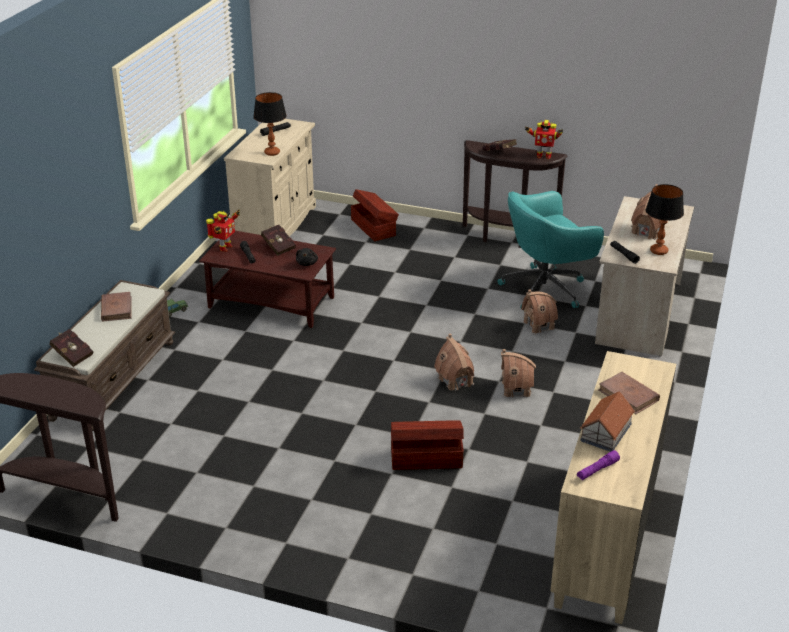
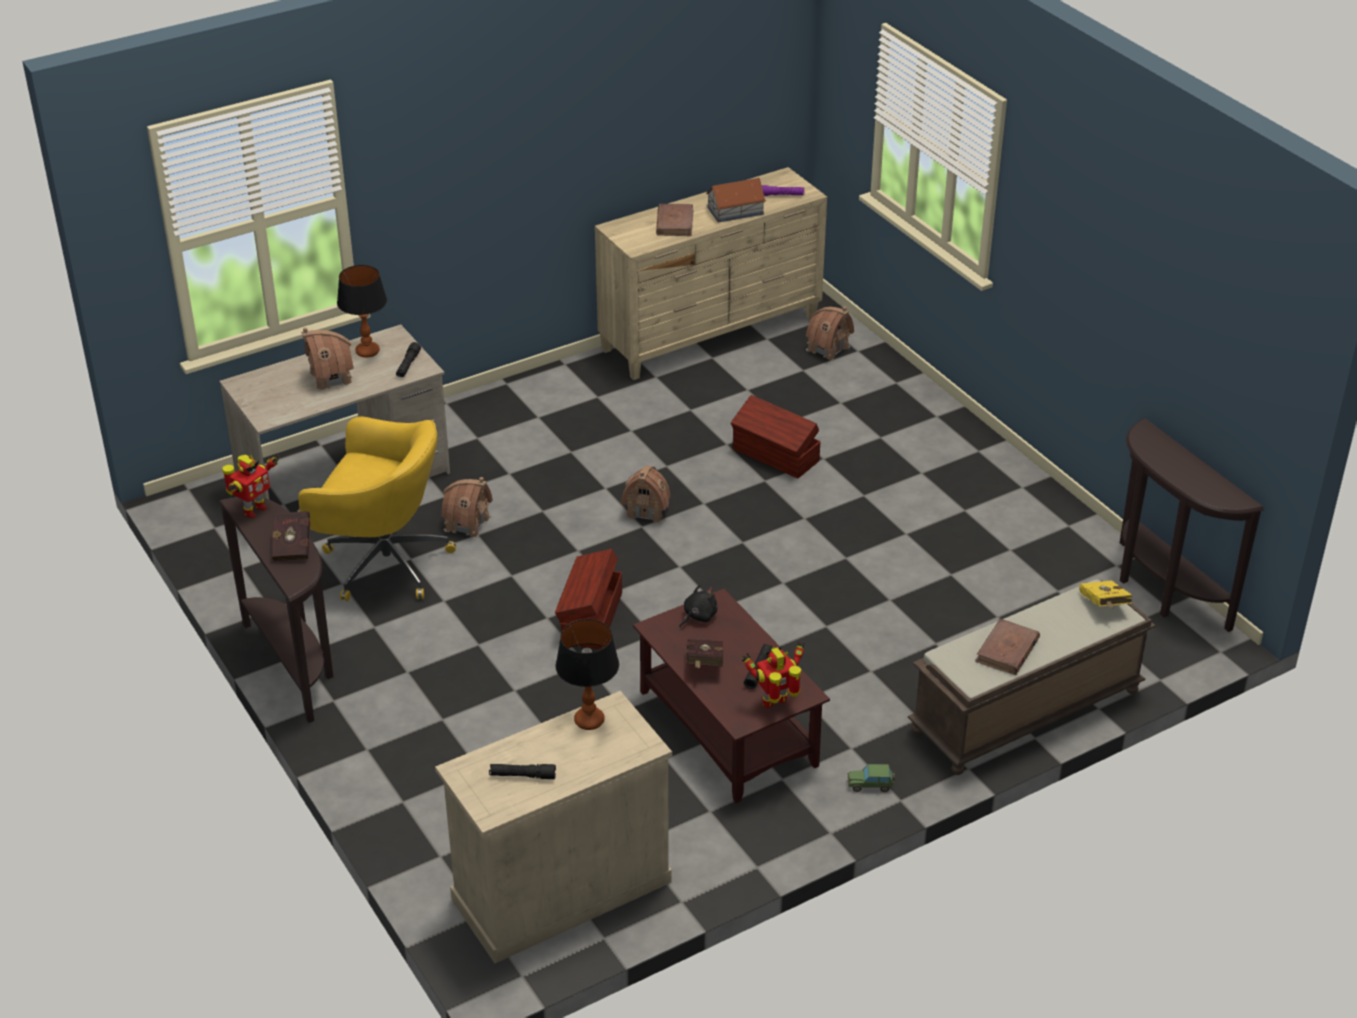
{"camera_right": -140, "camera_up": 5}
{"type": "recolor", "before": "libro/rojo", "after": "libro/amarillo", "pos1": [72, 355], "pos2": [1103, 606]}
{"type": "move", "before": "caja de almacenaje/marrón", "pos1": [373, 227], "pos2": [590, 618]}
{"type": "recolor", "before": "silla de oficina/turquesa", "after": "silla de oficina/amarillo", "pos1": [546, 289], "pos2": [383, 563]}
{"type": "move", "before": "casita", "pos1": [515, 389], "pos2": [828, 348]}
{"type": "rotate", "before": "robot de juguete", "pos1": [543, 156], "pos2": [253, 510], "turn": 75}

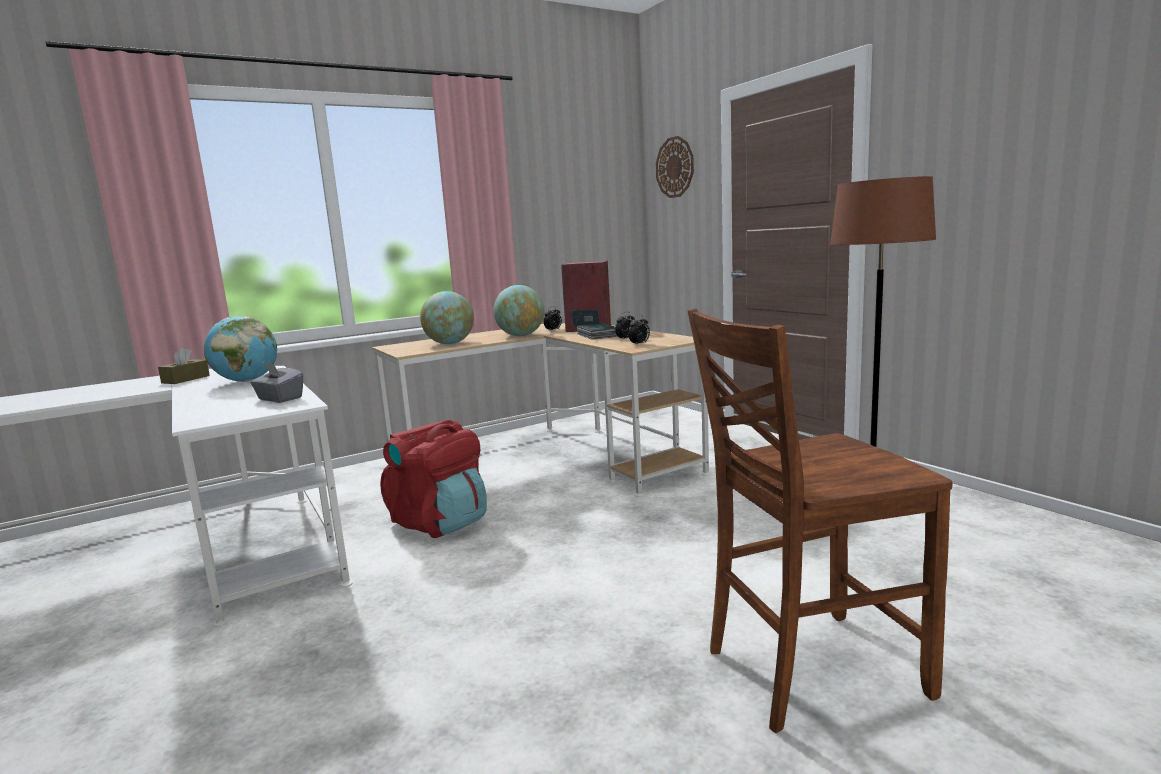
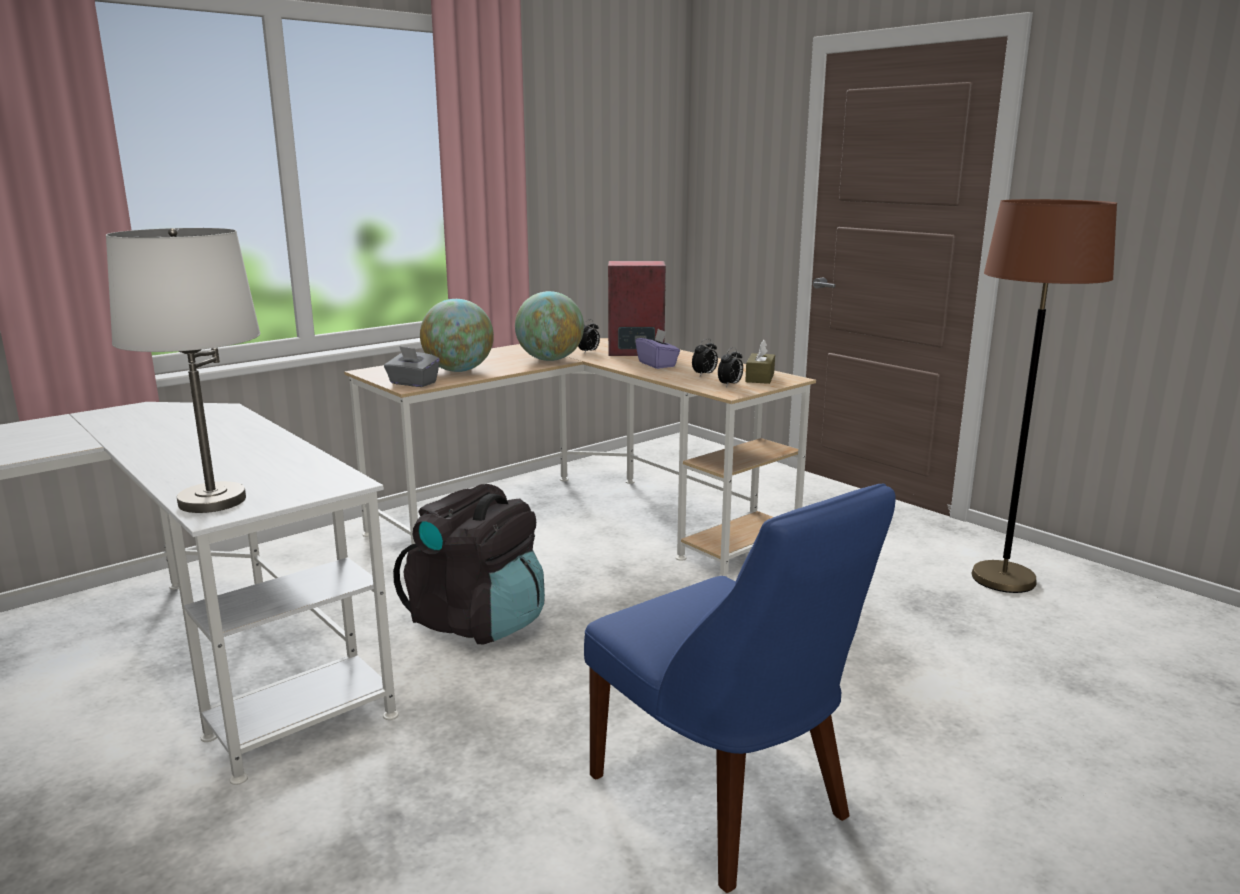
{"camera_right": -10, "camera_up": 5}
{"type": "move", "before": "caja de pañuelos/marrón", "pos1": [186, 379], "pos2": [760, 377]}
{"type": "delete", "before": "globo terráqueo", "pos1": [247, 381]}
{"type": "move", "before": "caja de pañuelos/gris", "pos1": [279, 399], "pos2": [413, 383]}
{"type": "recolor", "before": "mochila/rojo", "after": "mochila/negro", "pos1": [440, 522], "pos2": [477, 621]}
{"type": "replace", "before": "libro", "after": "caja de pañuelos/morado", "pos1": [596, 335], "pos2": [657, 364]}
{"type": "delete", "before": "reloj de pared", "pos1": [675, 167]}
{"type": "delete", "before": "silla/marrón", "pos1": [808, 670]}
{"type": "insert", "after": "lámpara de mesa/blanco", "pos2": [213, 501]}
{"type": "insert", "after": "silla/azul", "pos2": [725, 802]}

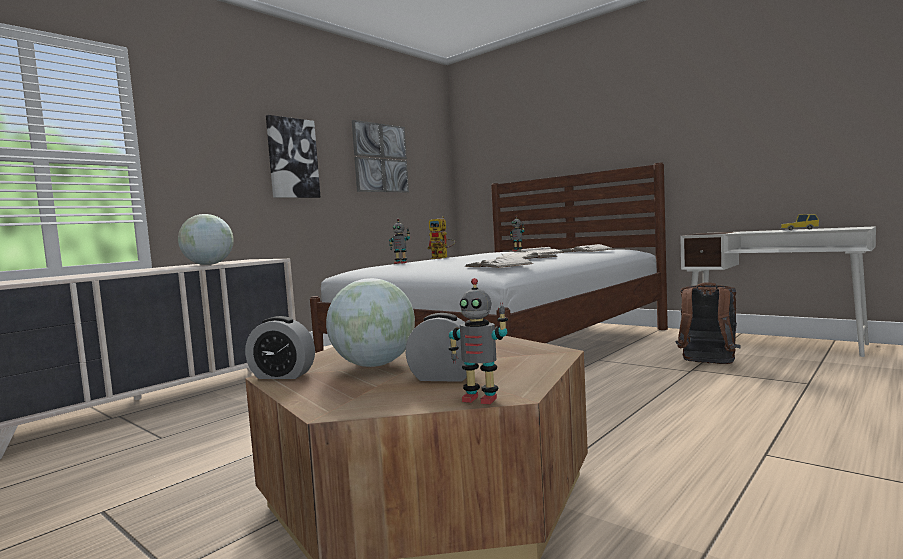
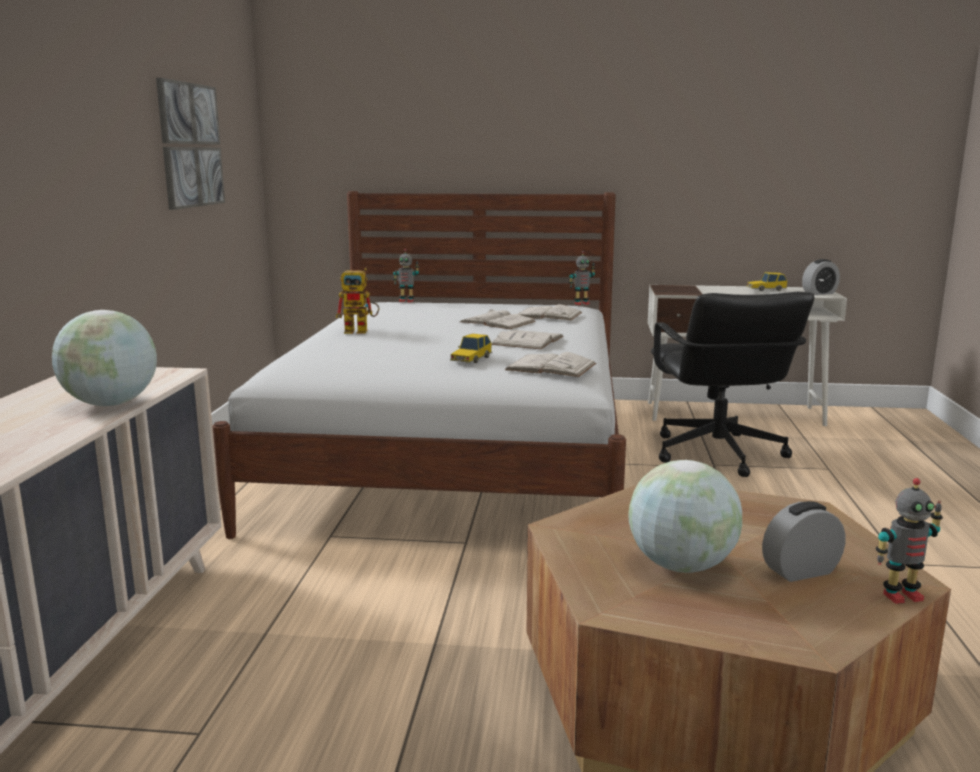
{"camera_right": -35, "camera_up": 10}
{"type": "move", "before": "despertador", "pos1": [282, 375], "pos2": [819, 293]}
{"type": "delete", "before": "cuadro", "pos1": [292, 158]}
{"type": "move", "before": "robot de juguete", "pos1": [400, 263], "pos2": [581, 303]}
{"type": "replace", "before": "mochila/marrón", "after": "silla de oficina/negro", "pos1": [707, 364], "pos2": [717, 454]}
{"type": "insert", "after": "coche de juguete", "pos2": [471, 359]}

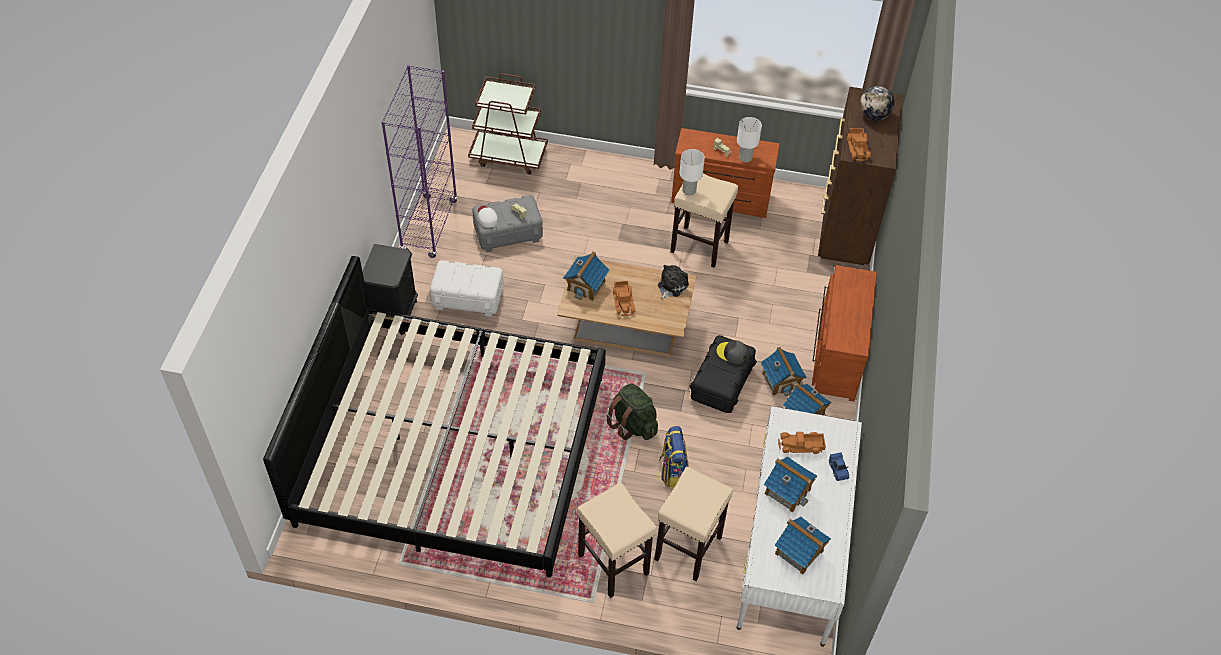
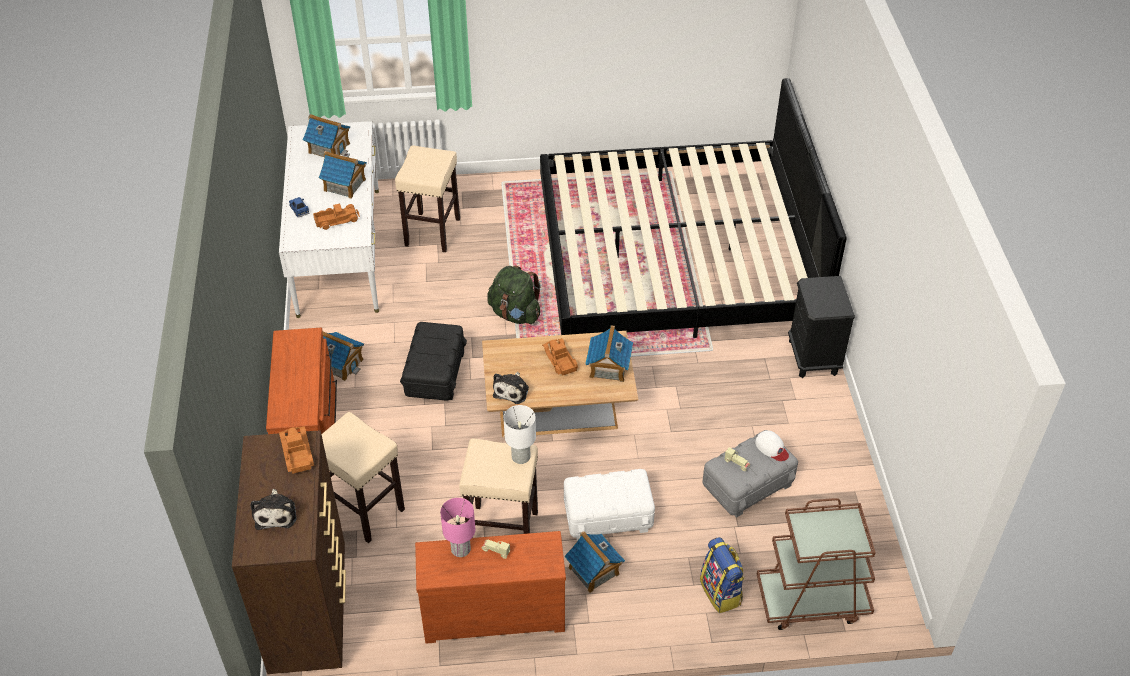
{"camera_right": 165, "camera_up": -5}
{"type": "delete", "before": "estantería/morado", "pos1": [429, 227]}
{"type": "move", "before": "caja de almacenaje/blanco", "pos1": [468, 297], "pos2": [608, 515]}
{"type": "move", "before": "taburete/beis", "pos1": [614, 565], "pos2": [363, 510]}
{"type": "move", "before": "mochila", "pos1": [673, 471], "pos2": [721, 592]}
{"type": "delete", "before": "gorra/gris", "pos1": [731, 353]}
{"type": "recolor", "before": "lámpara de mesa/blanco", "after": "lámpara de mesa/rosa", "pos1": [745, 157], "pos2": [460, 549]}
{"type": "move", "before": "casita", "pos1": [781, 380], "pos2": [594, 571]}
{"type": "replace", "before": "globo terráqueo", "after": "peluche", "pos1": [873, 116], "pos2": [276, 513]}

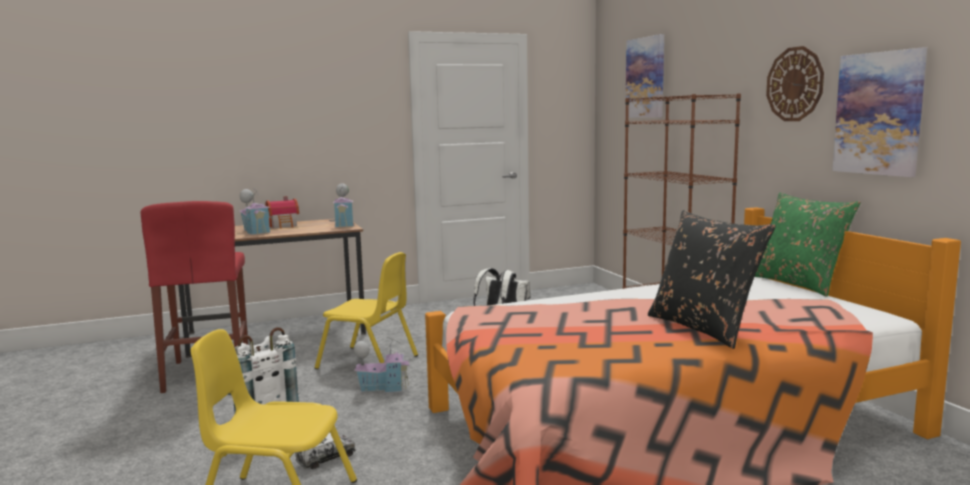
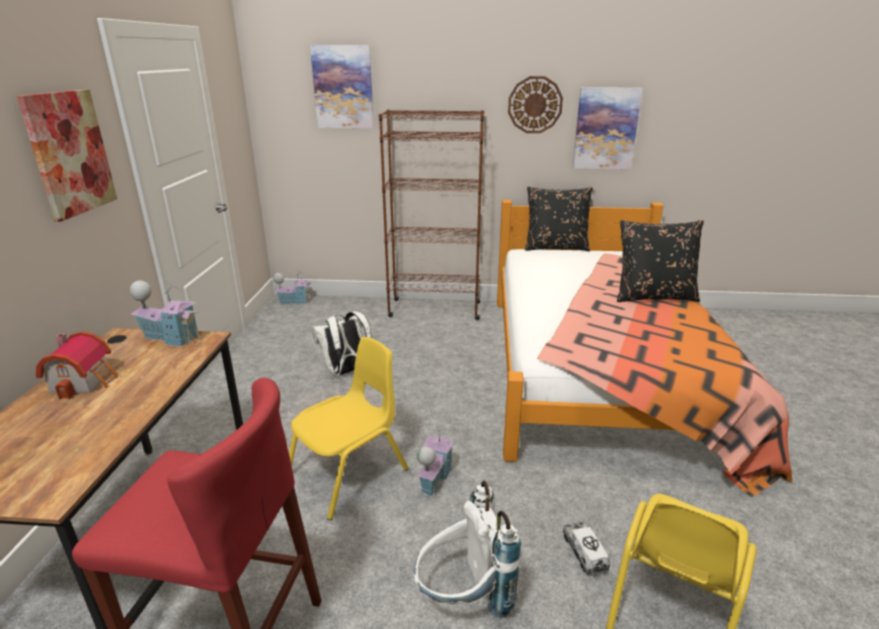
{"camera_right": -65, "camera_up": 15}
{"type": "move", "before": "casita", "pos1": [255, 231], "pos2": [294, 301]}
{"type": "recolor", "before": "cojín/verde", "after": "cojín/negro", "pos1": [799, 284], "pos2": [555, 247]}
{"type": "insert", "after": "cuadro", "pos2": [69, 153]}

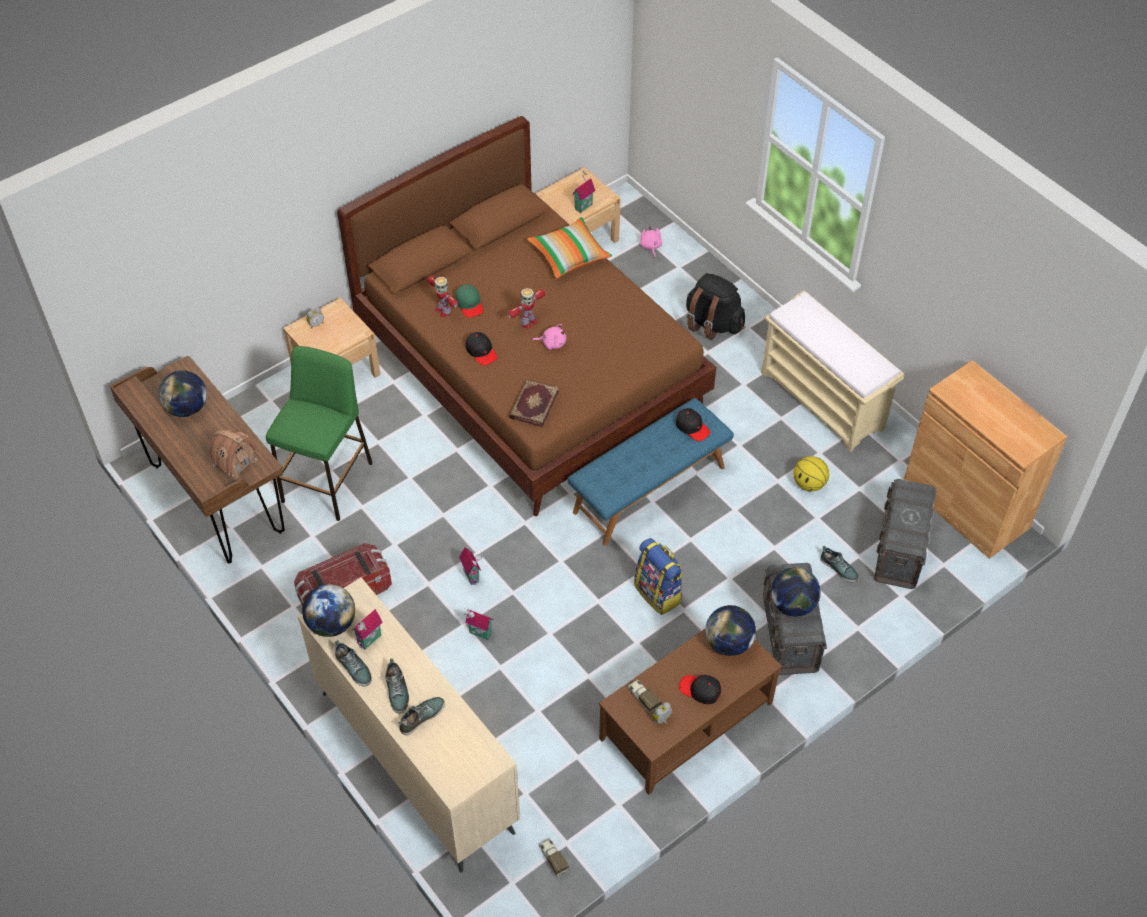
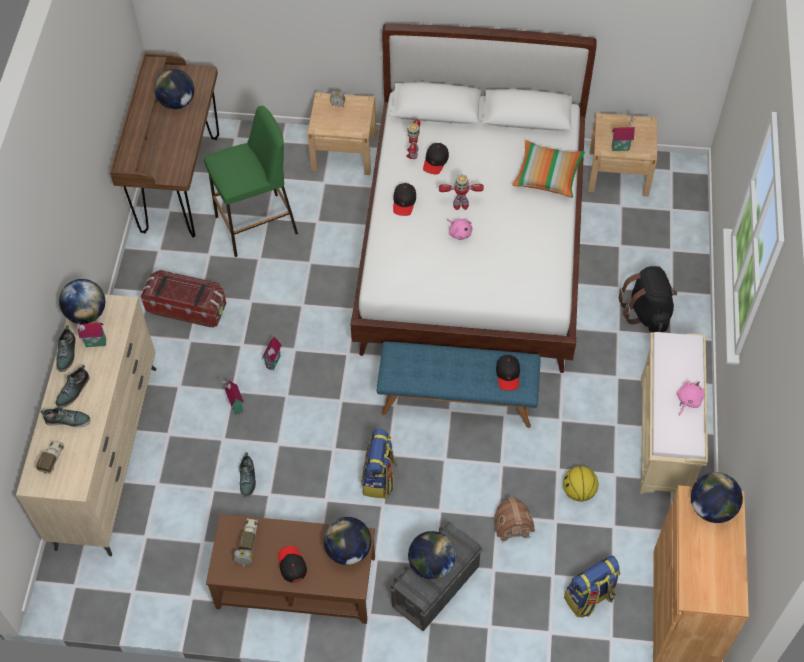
{"camera_right": 45, "camera_up": 5}
{"type": "move", "before": "casita", "pos1": [235, 463], "pos2": [512, 527]}
{"type": "recolor", "before": "cama/marrón", "after": "cama/blanco", "pos1": [531, 371], "pos2": [473, 248]}
{"type": "recolor", "before": "gorra/verde", "after": "gorra/negro", "pos1": [469, 304], "pos2": [435, 161]}
{"type": "delete", "before": "libro", "pos1": [533, 404]}
{"type": "move", "before": "camión de juguete", "pos1": [553, 858], "pos2": [52, 458]}
{"type": "move", "before": "peluche/rosa", "pos1": [650, 247], "pos2": [688, 401]}
{"type": "move", "before": "zapato", "pos1": [839, 568], "pos2": [248, 479]}
{"type": "replace", "before": "caja de almacenaje/gris", "after": "mochila", "pos1": [899, 550], "pos2": [589, 598]}
{"type": "insert", "after": "globo terráqueo", "pos2": [711, 508]}

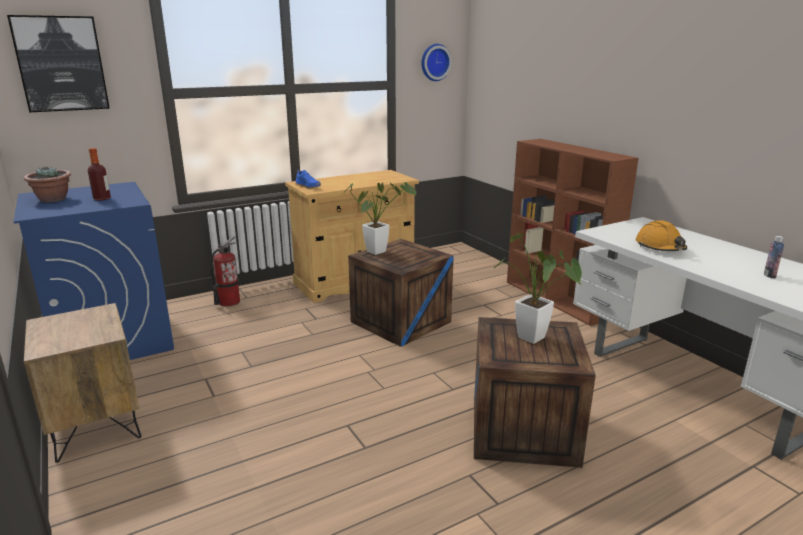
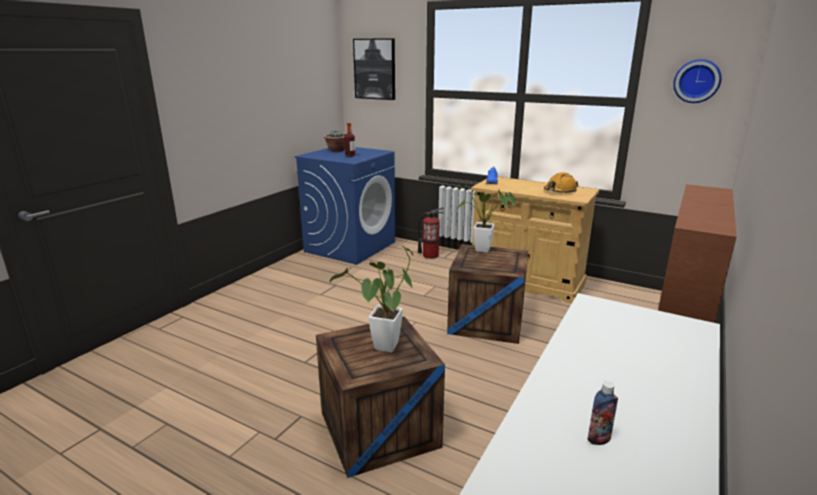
{"camera_right": 60, "camera_up": 0}
{"type": "delete", "before": "mesita de noche/marrón", "pos1": [95, 426]}
{"type": "move", "before": "casco/naranja", "pos1": [660, 247], "pos2": [560, 191]}

